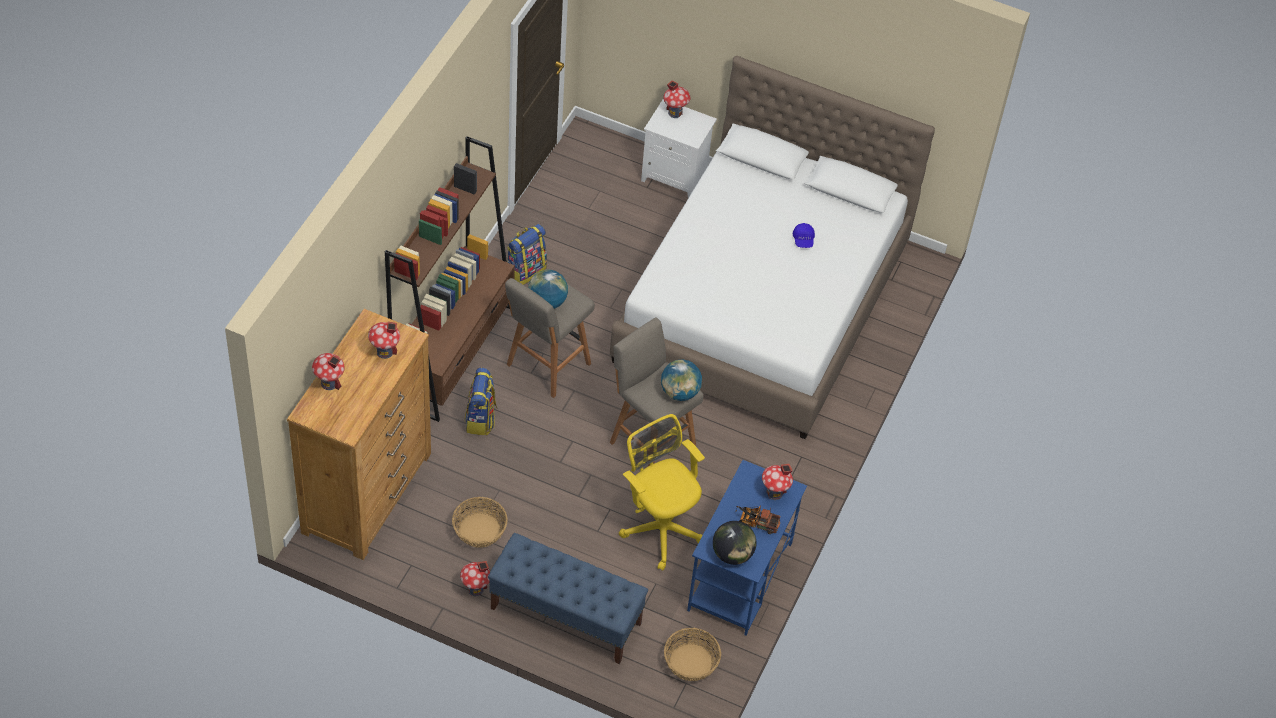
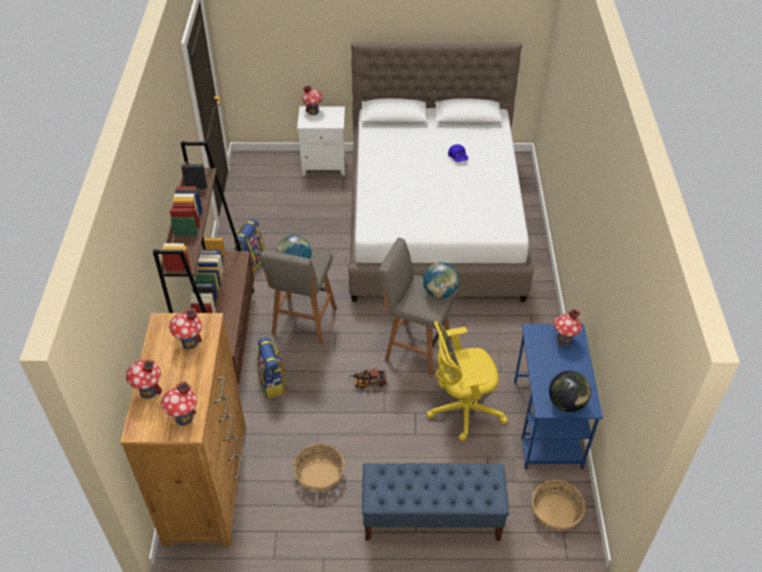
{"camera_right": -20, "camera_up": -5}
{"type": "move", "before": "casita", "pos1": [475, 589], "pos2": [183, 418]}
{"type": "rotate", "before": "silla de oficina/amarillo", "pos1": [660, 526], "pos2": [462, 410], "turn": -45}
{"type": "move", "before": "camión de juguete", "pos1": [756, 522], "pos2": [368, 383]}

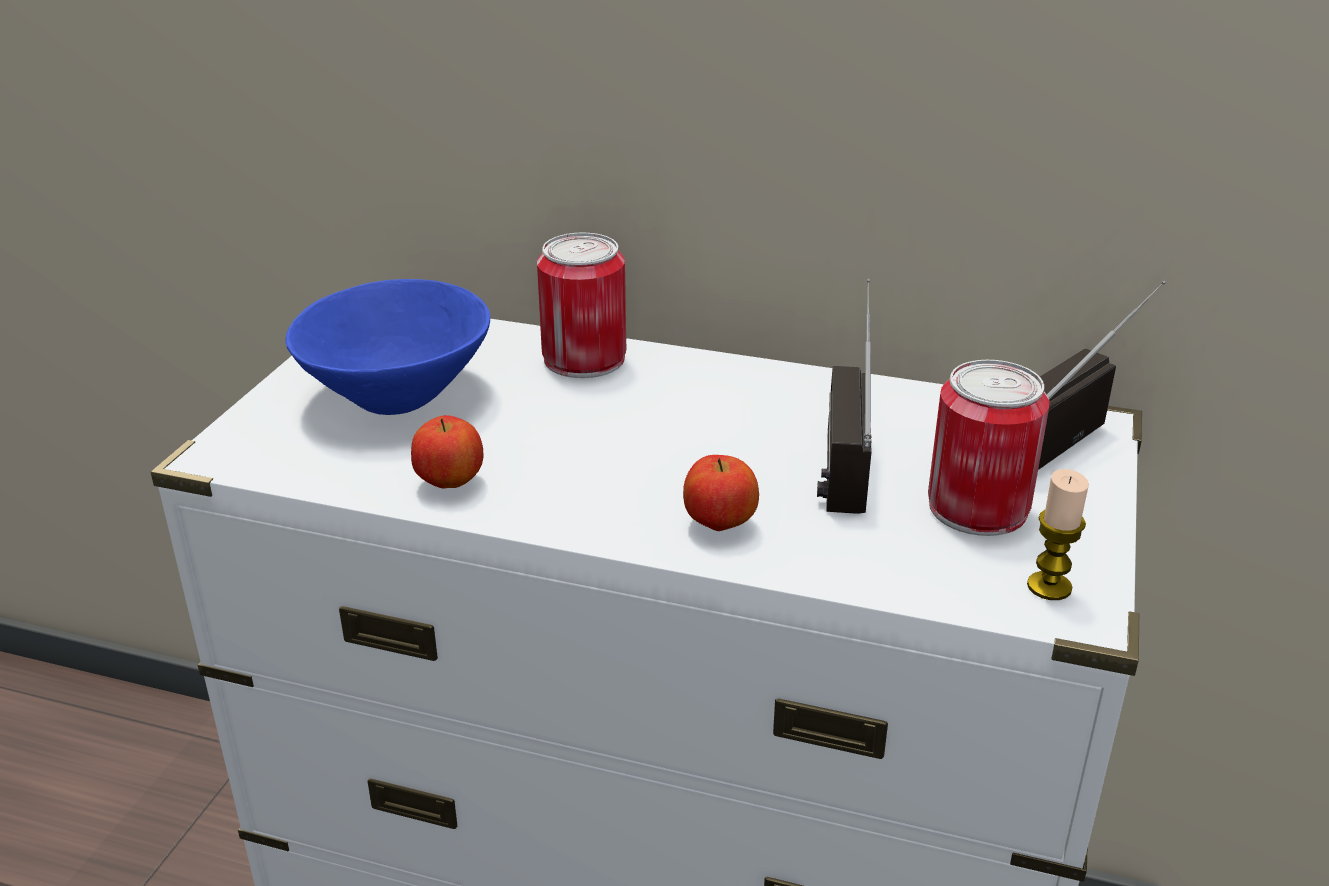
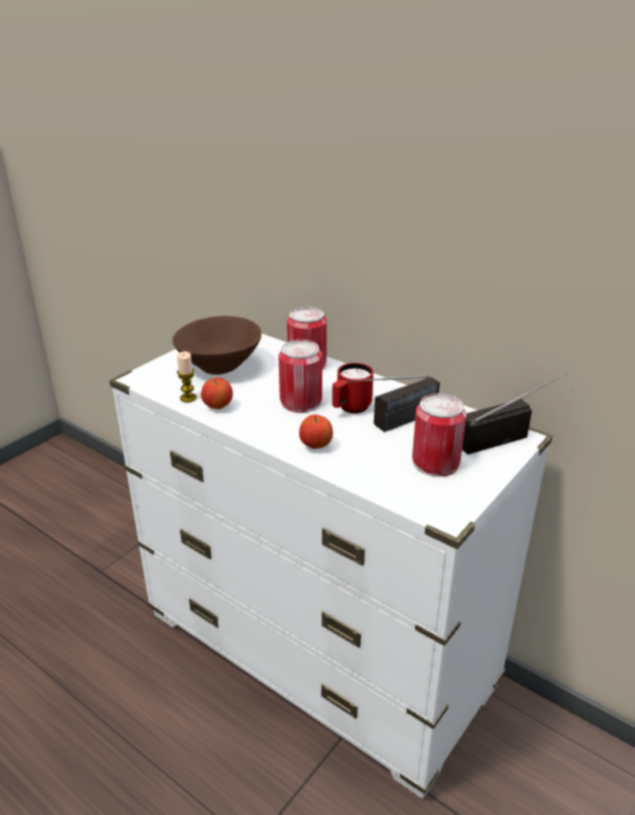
{"camera_right": 20, "camera_up": 0}
{"type": "recolor", "before": "cuenco/azul", "after": "cuenco/marrón", "pos1": [394, 396], "pos2": [218, 366]}
{"type": "rotate", "before": "radio", "pos1": [840, 448], "pos2": [392, 424], "turn": -150}
{"type": "move", "before": "vela", "pos1": [1049, 587], "pos2": [188, 398]}
{"type": "insert", "after": "lata", "pos2": [301, 401]}
{"type": "insert", "after": "taza grande/rojo", "pos2": [350, 408]}

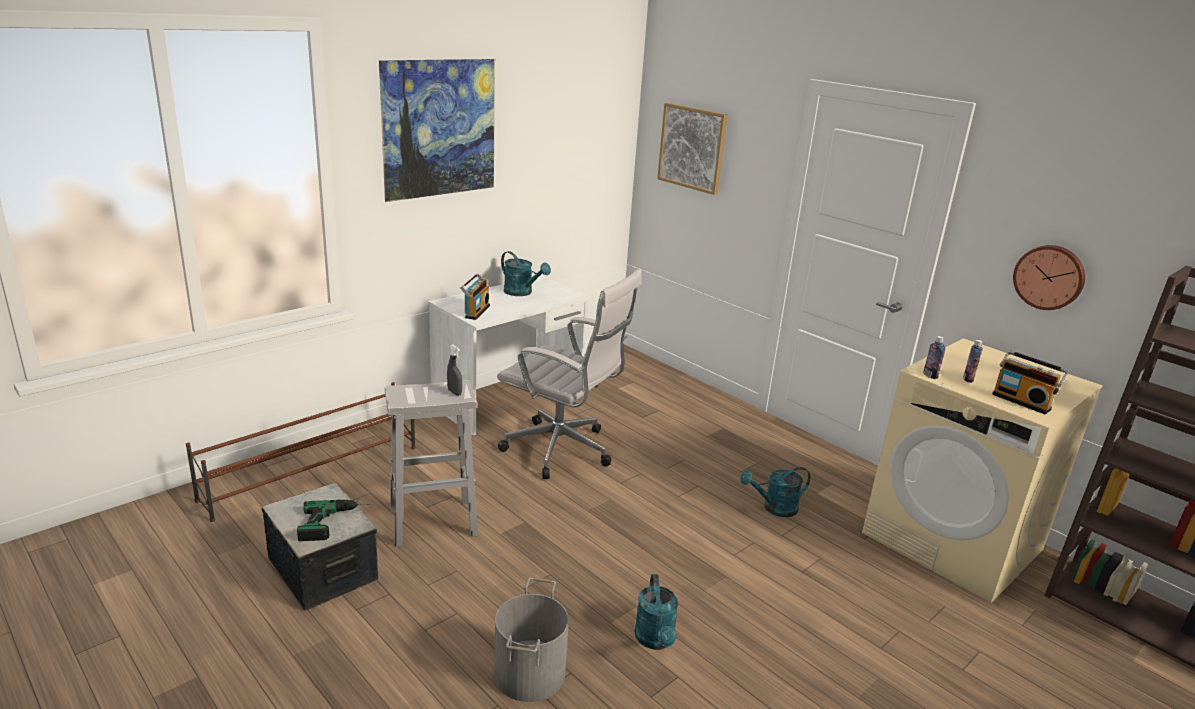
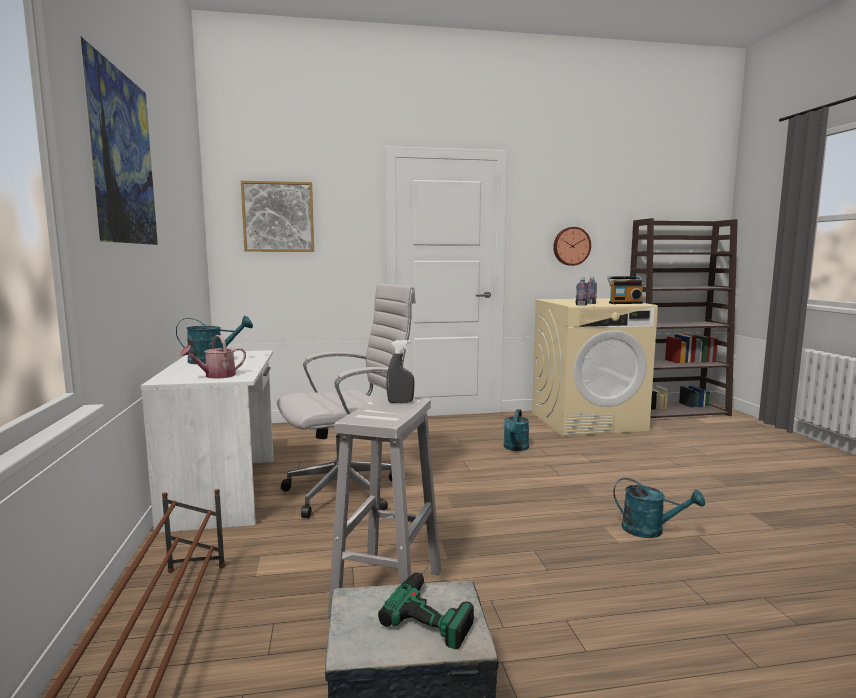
{"camera_right": -55, "camera_up": -15}
{"type": "replace", "before": "radio", "after": "regadera", "pos1": [475, 311], "pos2": [216, 376]}
{"type": "delete", "before": "cubo/gris", "pos1": [528, 673]}

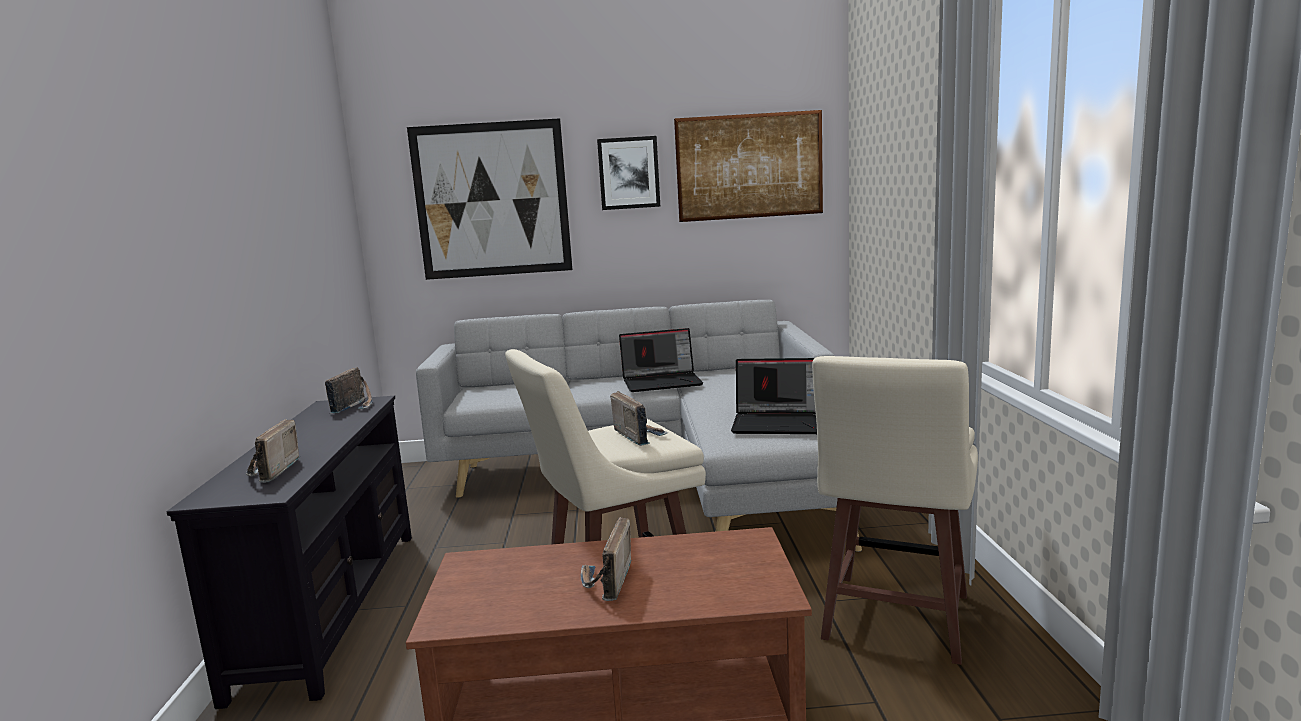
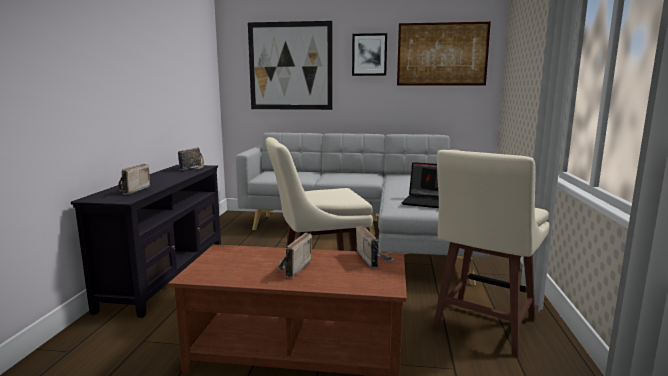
{"camera_right": 10, "camera_up": 0}
{"type": "move", "before": "radio", "pos1": [638, 435], "pos2": [373, 259]}
{"type": "delete", "before": "portátil", "pos1": [662, 382]}

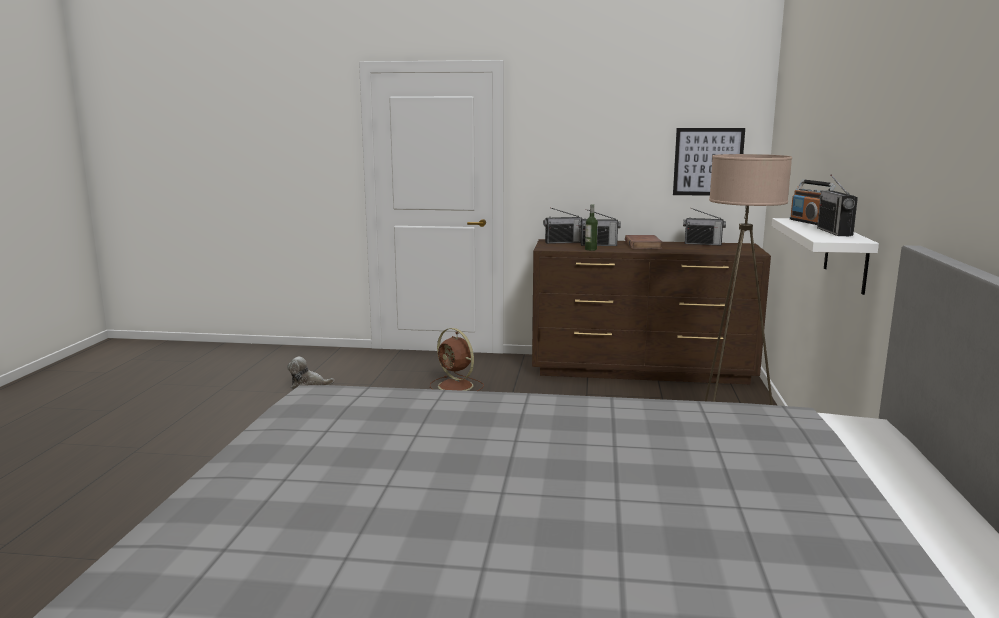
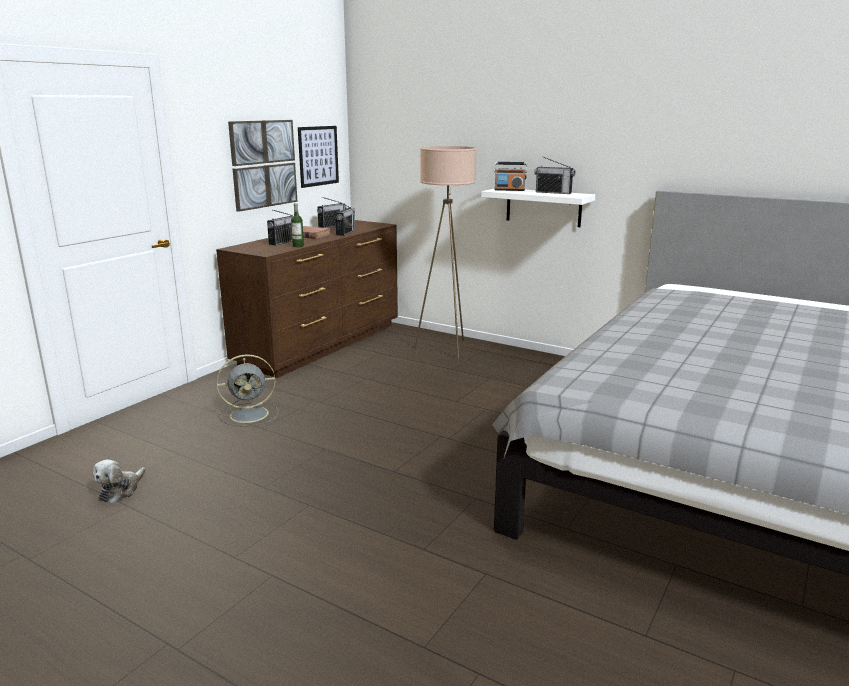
{"camera_right": -65, "camera_up": 5}
{"type": "recolor", "before": "ventilador/marrón", "after": "ventilador/gris", "pos1": [456, 386], "pos2": [251, 414]}
{"type": "move", "before": "radio", "pos1": [562, 242], "pos2": [345, 232]}
{"type": "insert", "after": "cuadro", "pos2": [263, 164]}

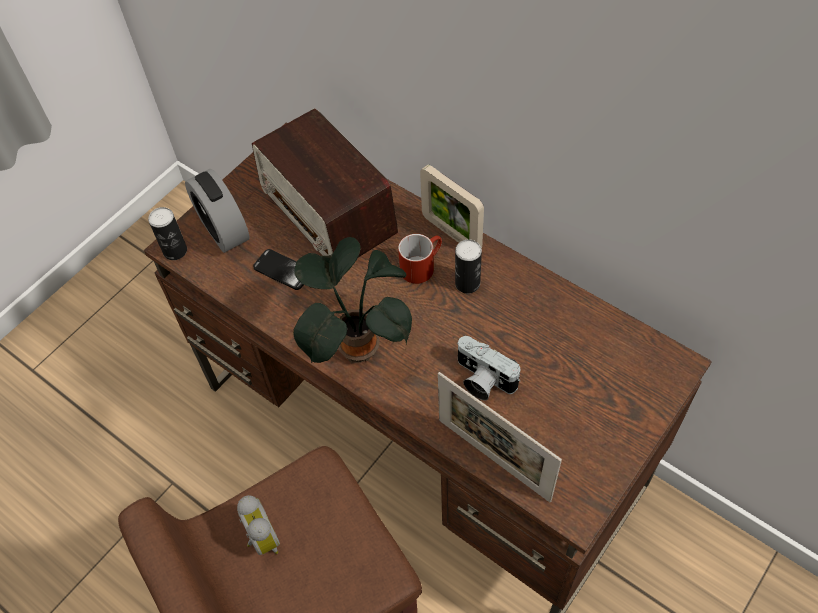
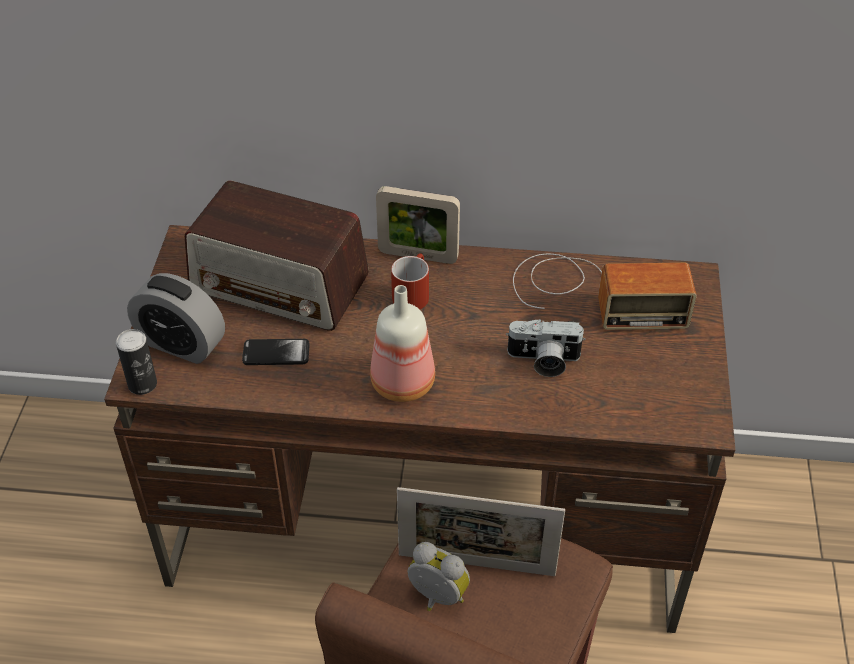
{"camera_right": -35, "camera_up": -10}
{"type": "replace", "before": "planta en maceta", "after": "botella", "pos1": [357, 345], "pos2": [404, 384]}
{"type": "move", "before": "portarretratos", "pos1": [493, 459], "pos2": [476, 564]}
{"type": "delete", "before": "lata", "pos1": [467, 283]}
{"type": "insert", "after": "radio", "pos2": [593, 293]}

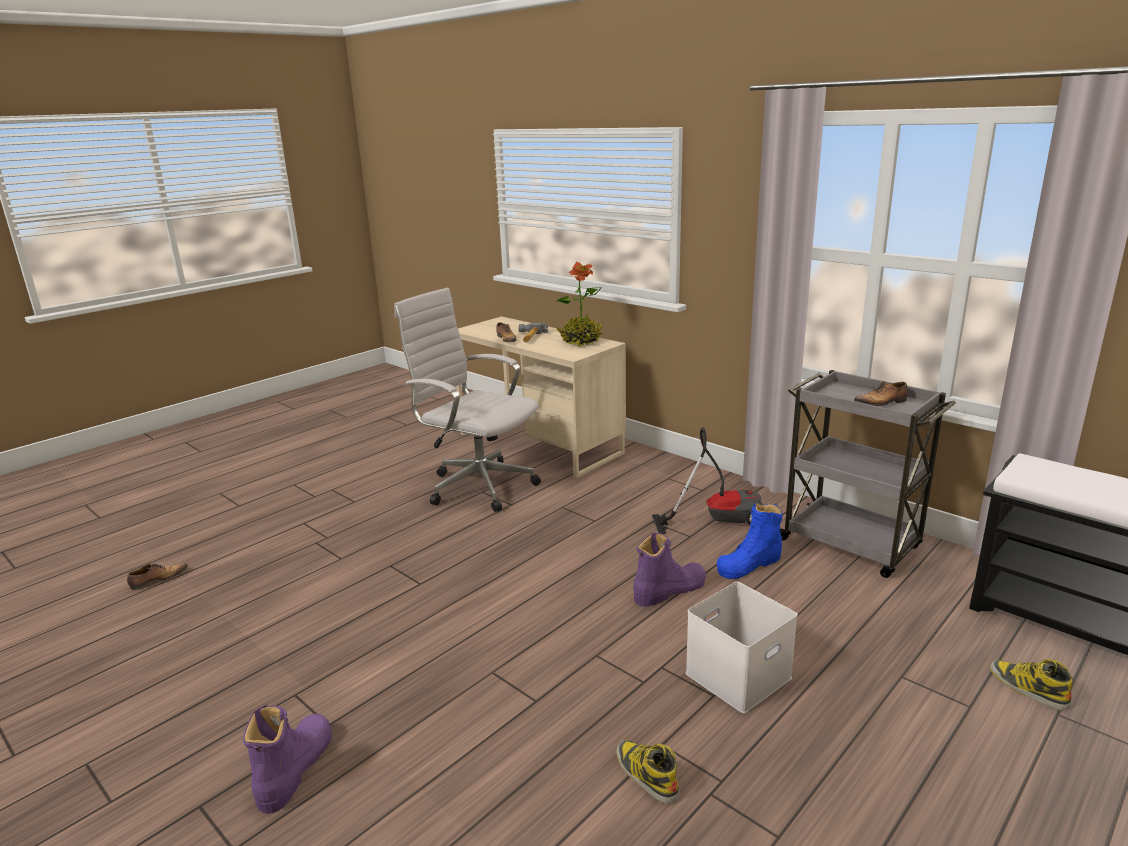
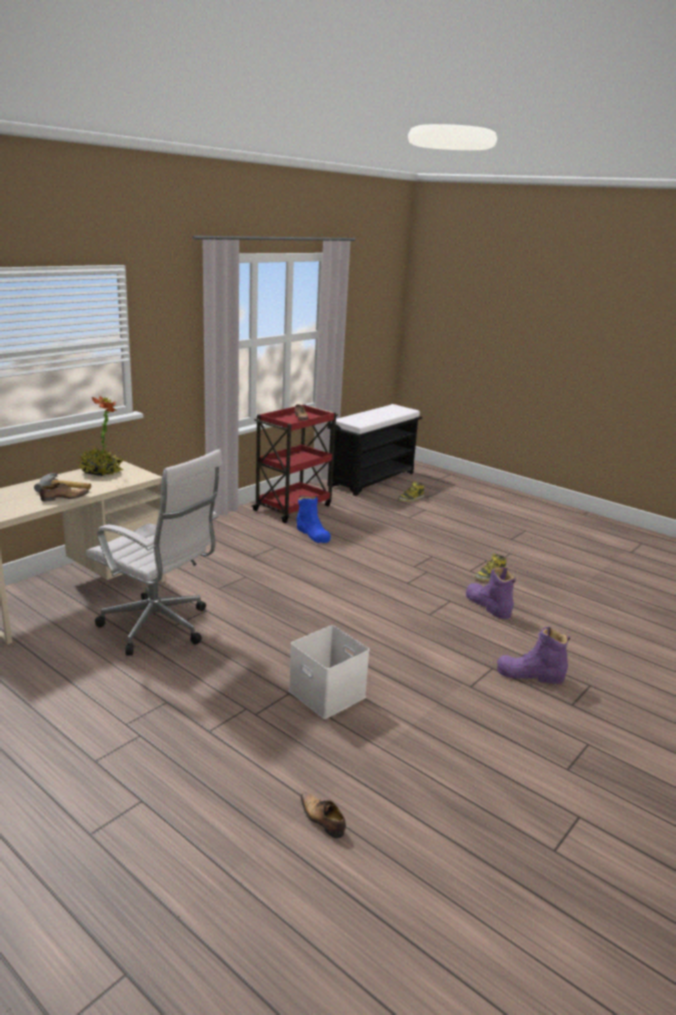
{"camera_right": -95, "camera_up": 0}
{"type": "rotate", "before": "silla de oficina/blanco", "pos1": [477, 485], "pos2": [159, 628], "turn": -90}
{"type": "move", "before": "bota/morado", "pos1": [669, 590], "pos2": [488, 605]}
{"type": "delete", "before": "aspiradora", "pos1": [718, 518]}
{"type": "move", "before": "caja de almacenaje/blanco", "pos1": [738, 674], "pos2": [325, 694]}
{"type": "recolor", "before": "carrito/gris", "after": "carrito/rojo", "pos1": [851, 544], "pos2": [293, 507]}

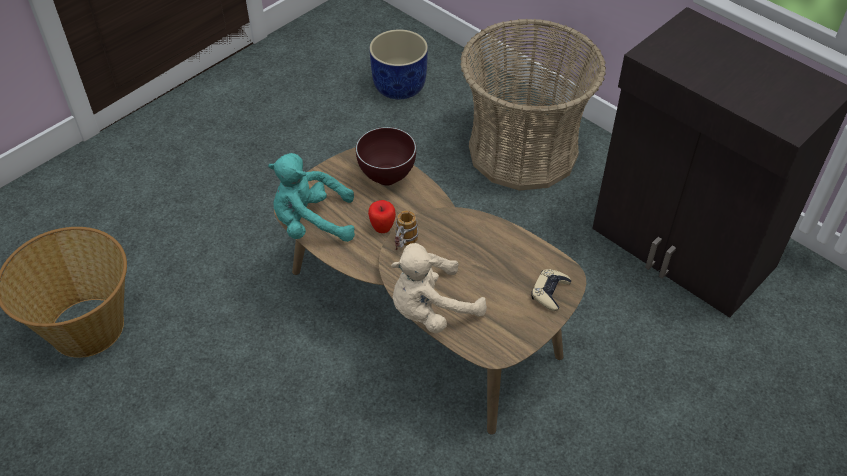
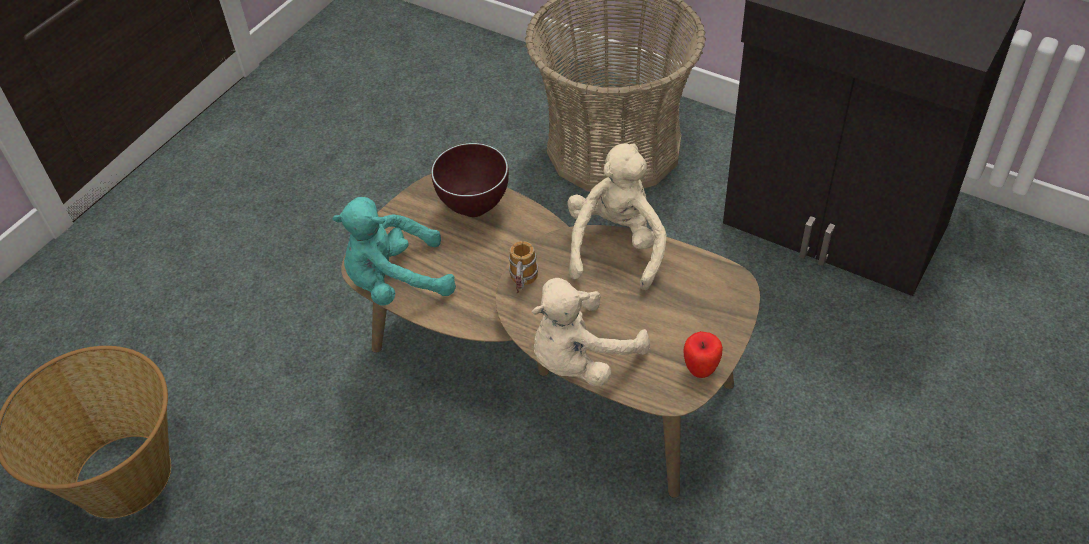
{"camera_right": -10, "camera_up": 0}
{"type": "move", "before": "manzana", "pos1": [382, 228], "pos2": [700, 369]}
{"type": "delete", "before": "maceta/azul", "pos1": [398, 86]}
{"type": "delete", "before": "mando de consola/beis", "pos1": [550, 292]}
{"type": "insert", "after": "peluche/beis", "pos2": [616, 246]}

